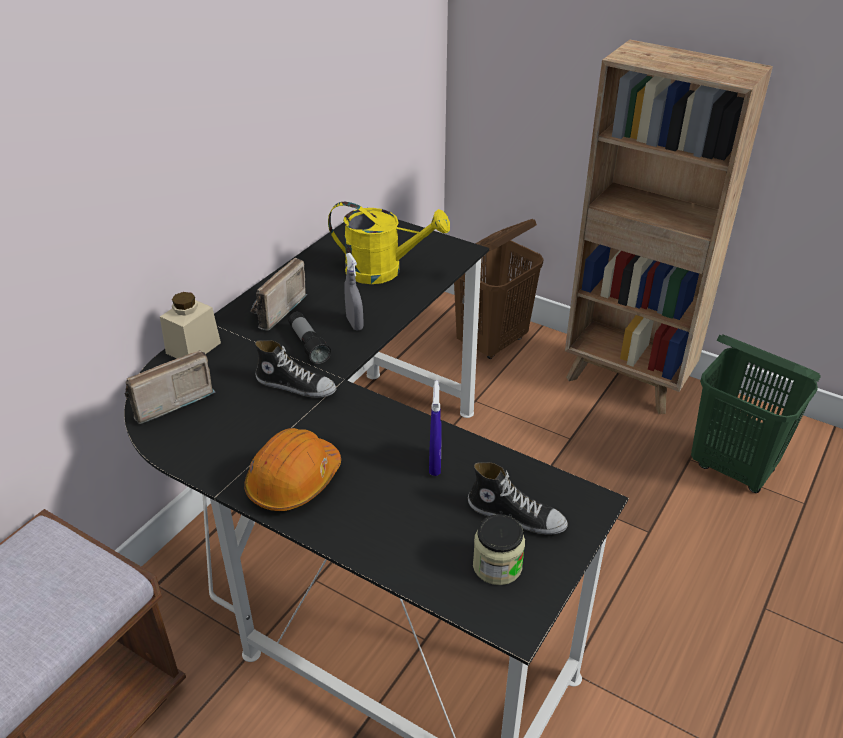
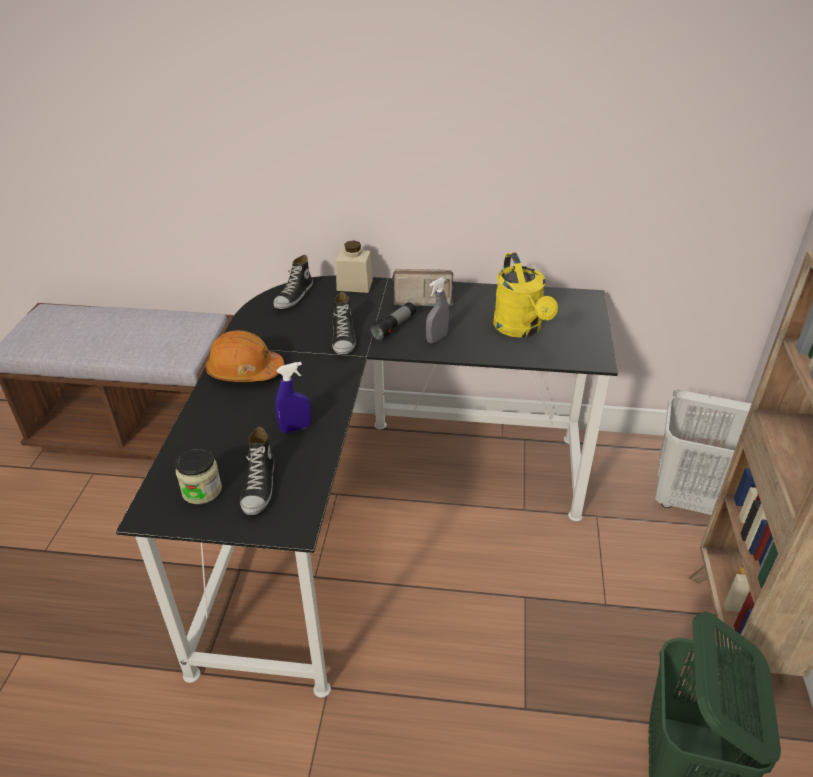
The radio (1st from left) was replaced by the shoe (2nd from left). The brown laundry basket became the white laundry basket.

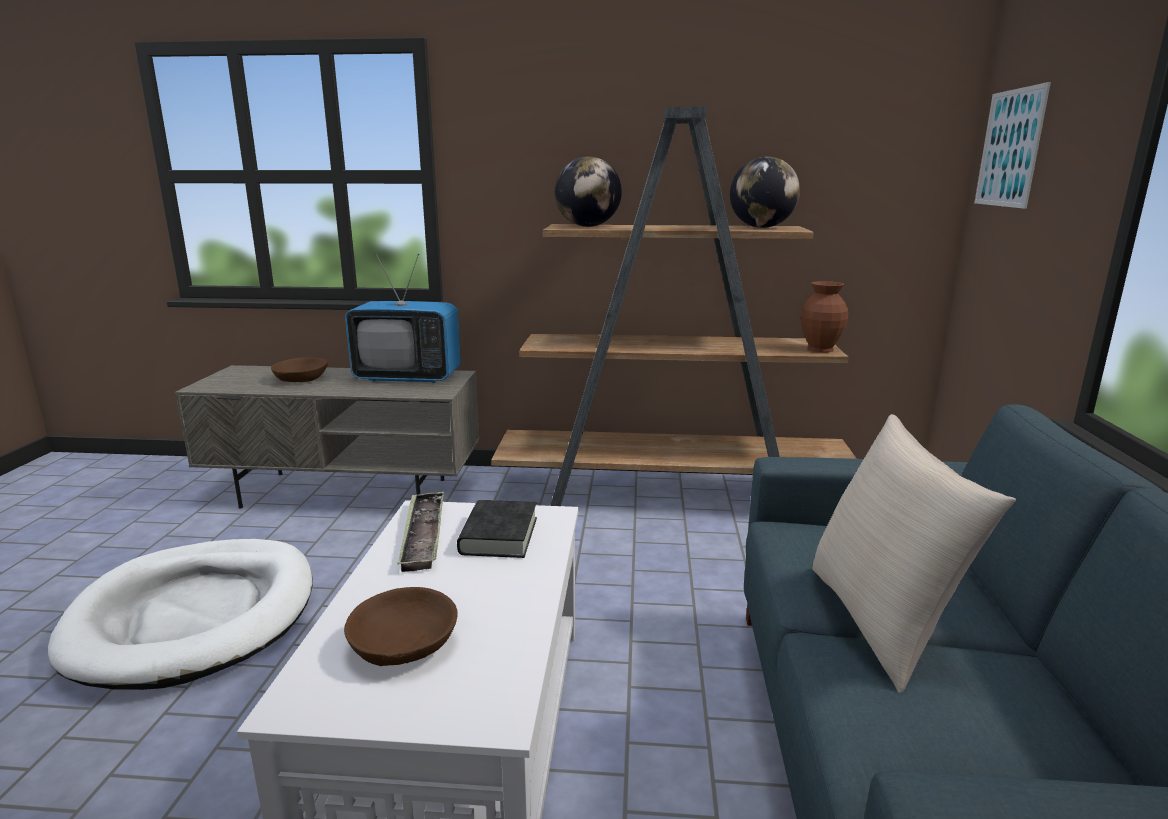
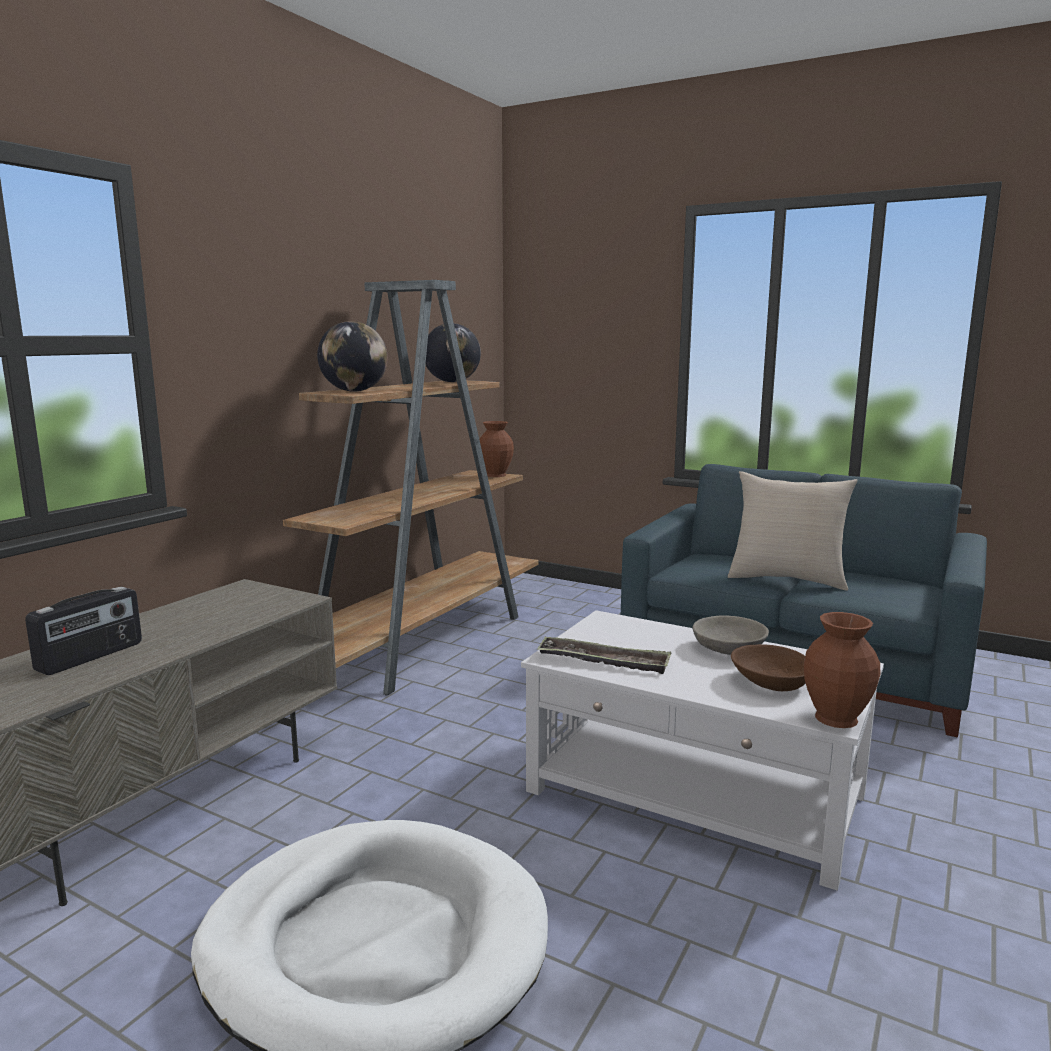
The television disappeared. The black book disappeared. The picture disappeared. The grey bowl appeared. The brown vase (2nd from left) appeared. The brown bowl (1st from left) was replaced by the radio.

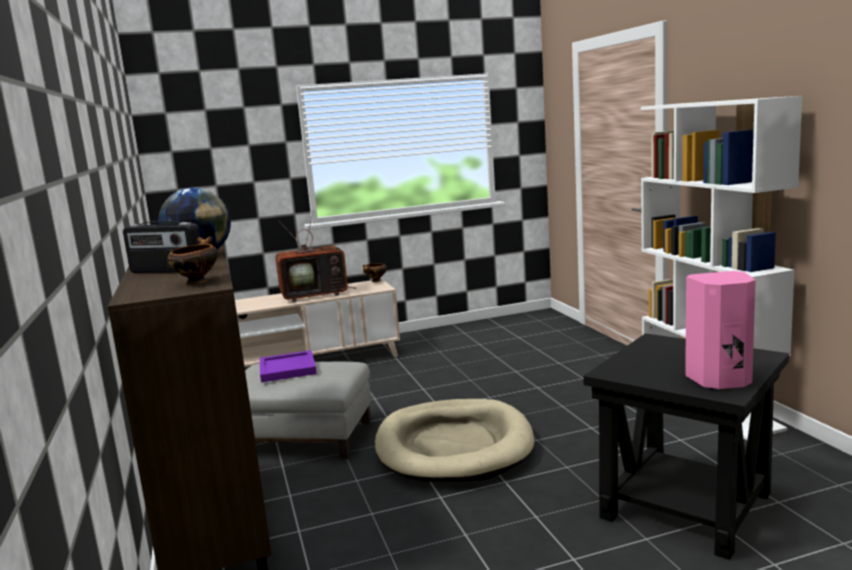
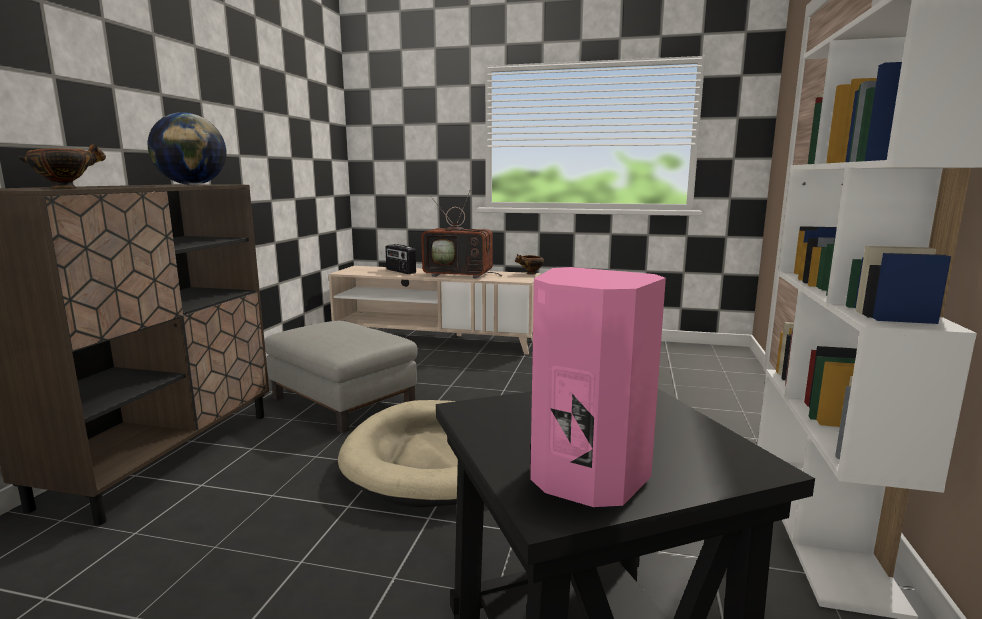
The purple tray disappeared. The radio moved.

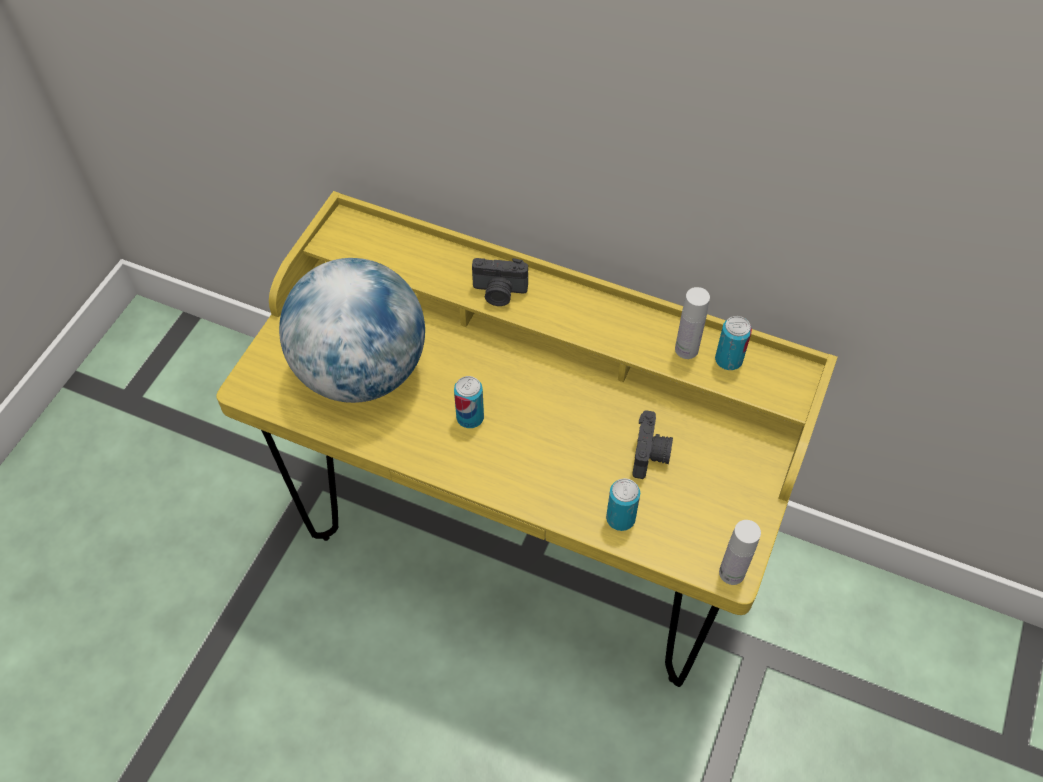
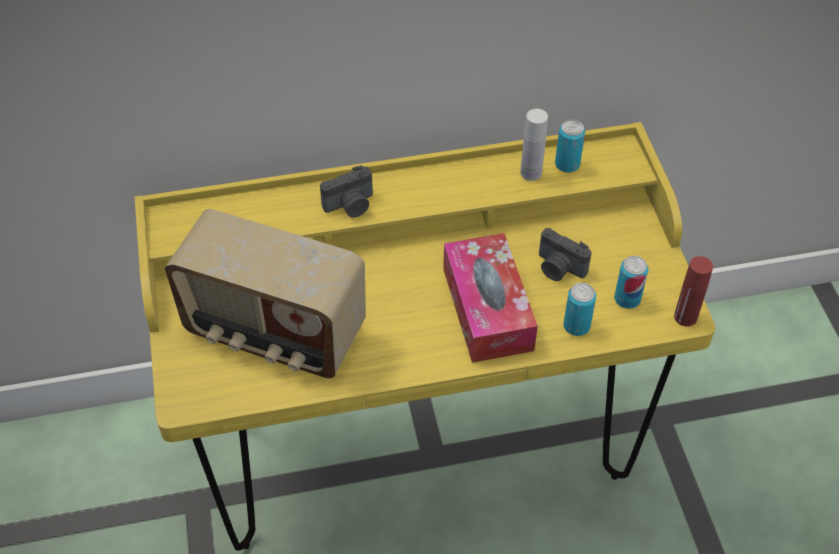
The tissue box appeared. The can (1st from left in the first image) moved. The globe was replaced by the radio. The white bottle (2nd from left) became the red bottle. The photo camera (2nd from left) turned 150 degrees clockwise.

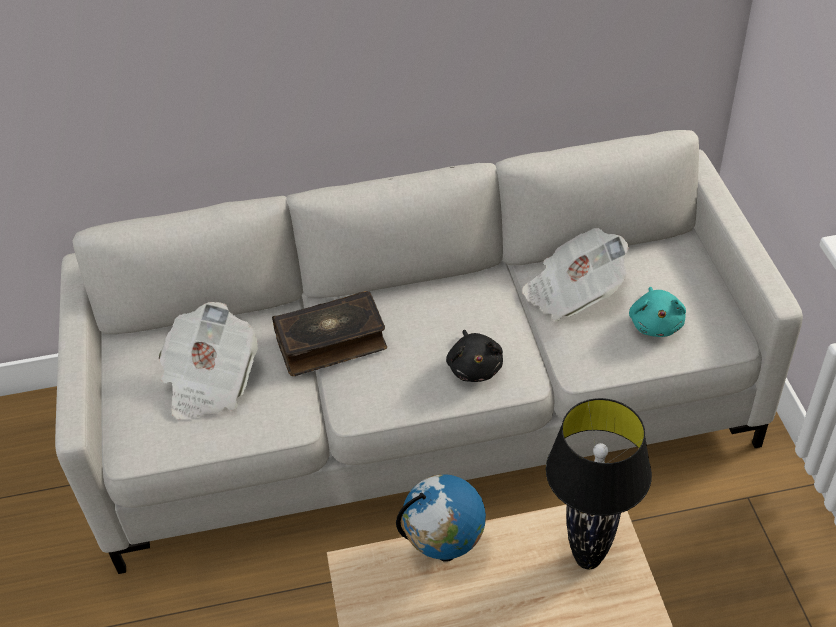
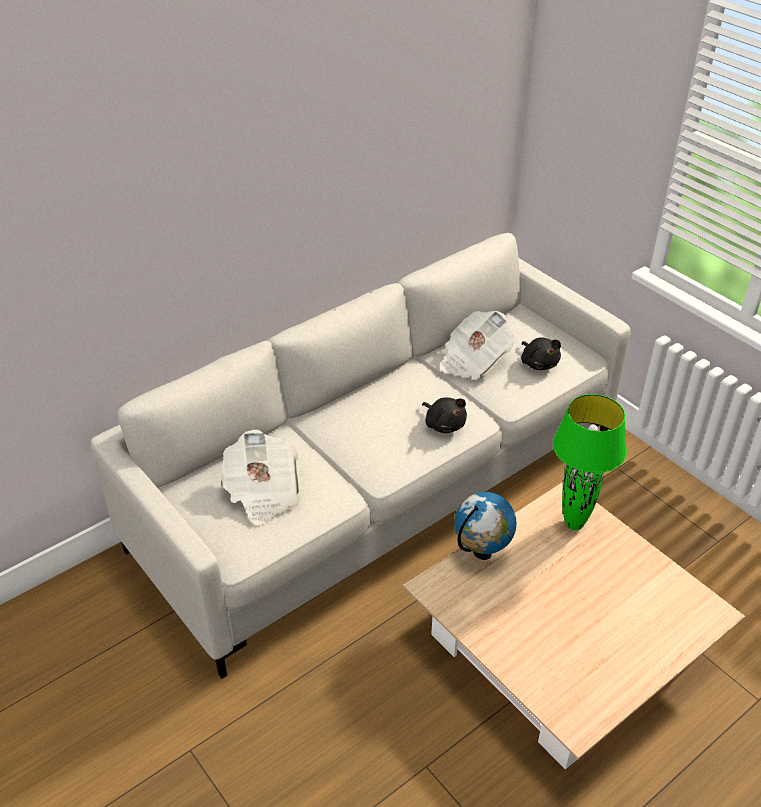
The book disappeared. The black table lamp became the green table lamp. The turquoise plush toy became the black plush toy (2nd from left).

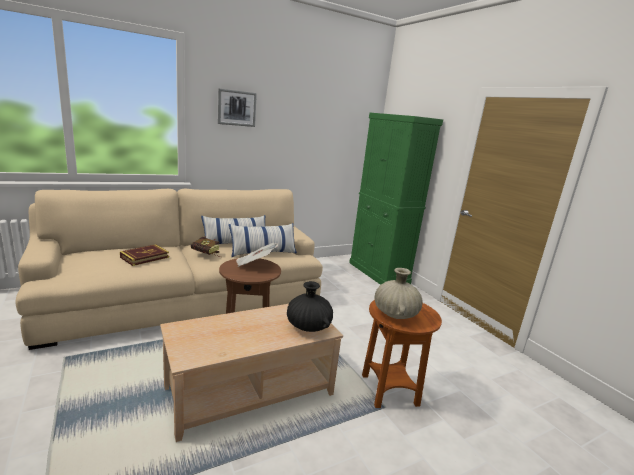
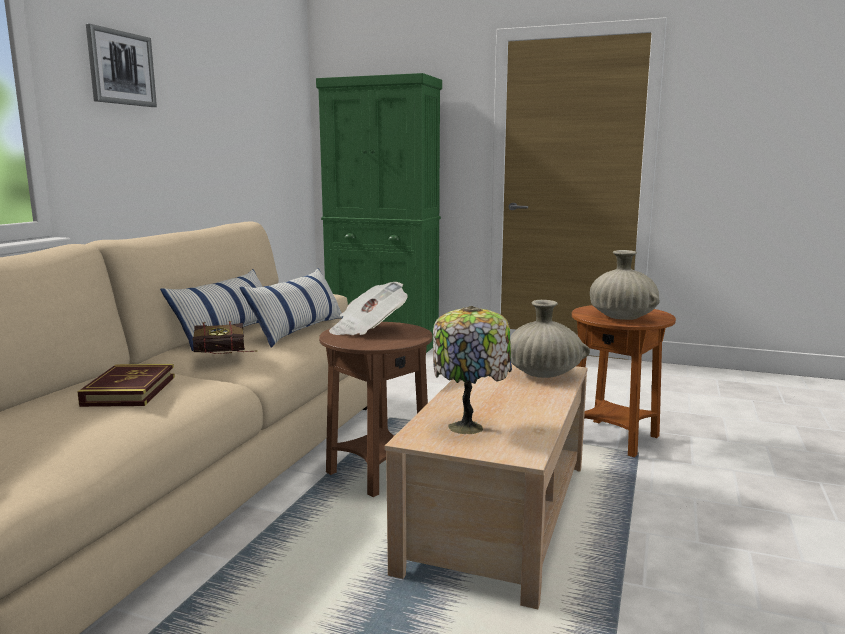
The table lamp appeared. The black vase became the beige vase (1st from left).

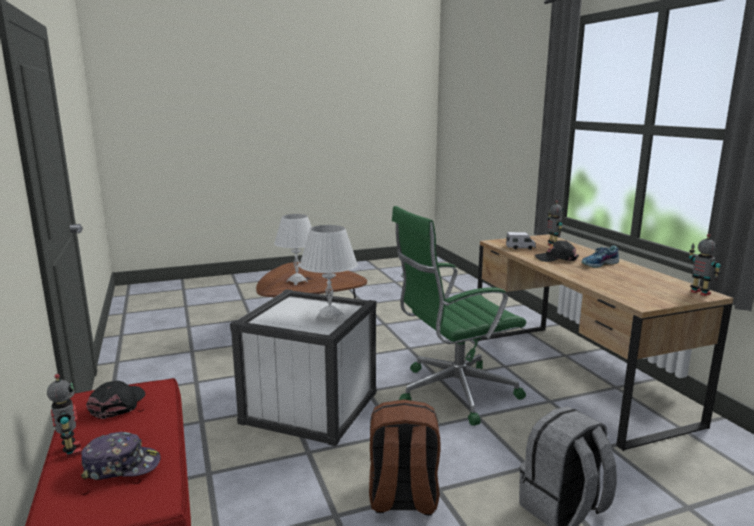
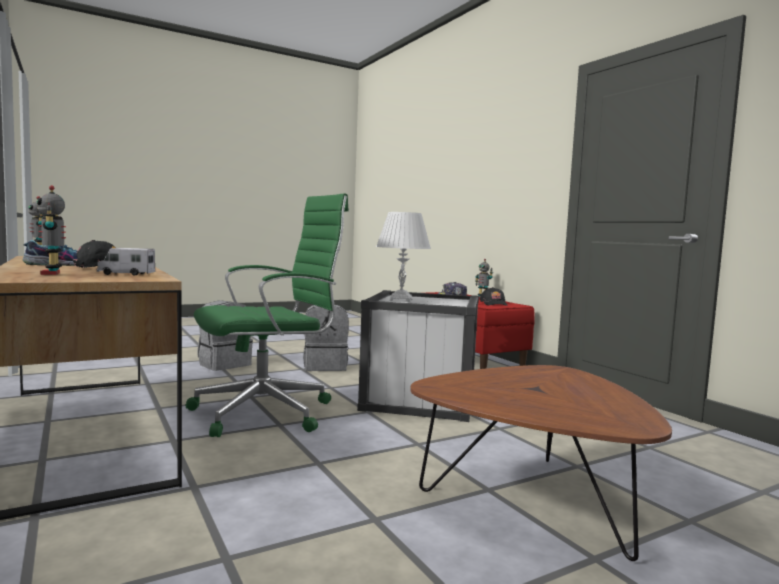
The white table lamp (1st from left) disappeared. The brown backpack became the grey backpack (2nd from left).

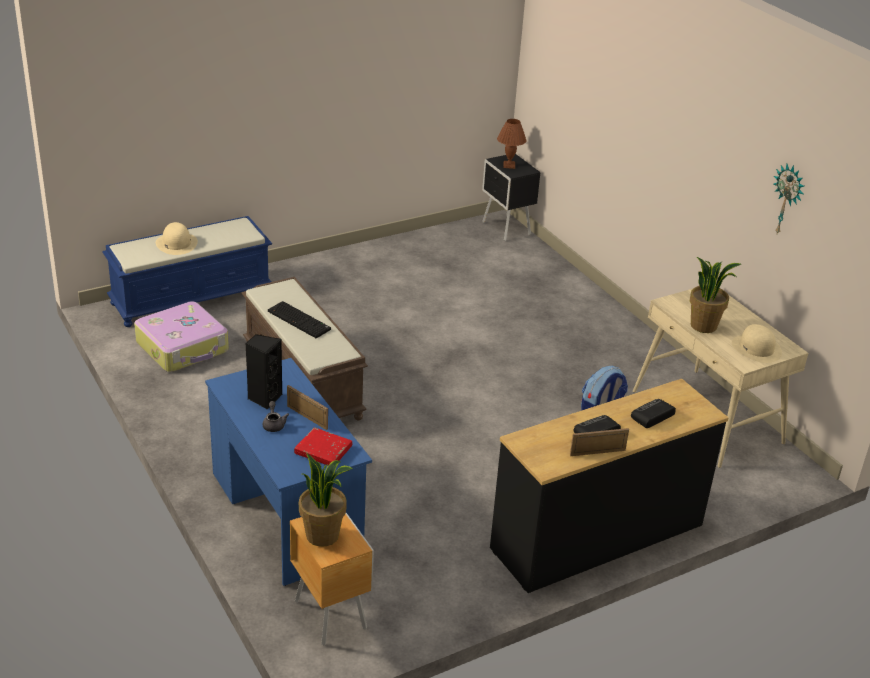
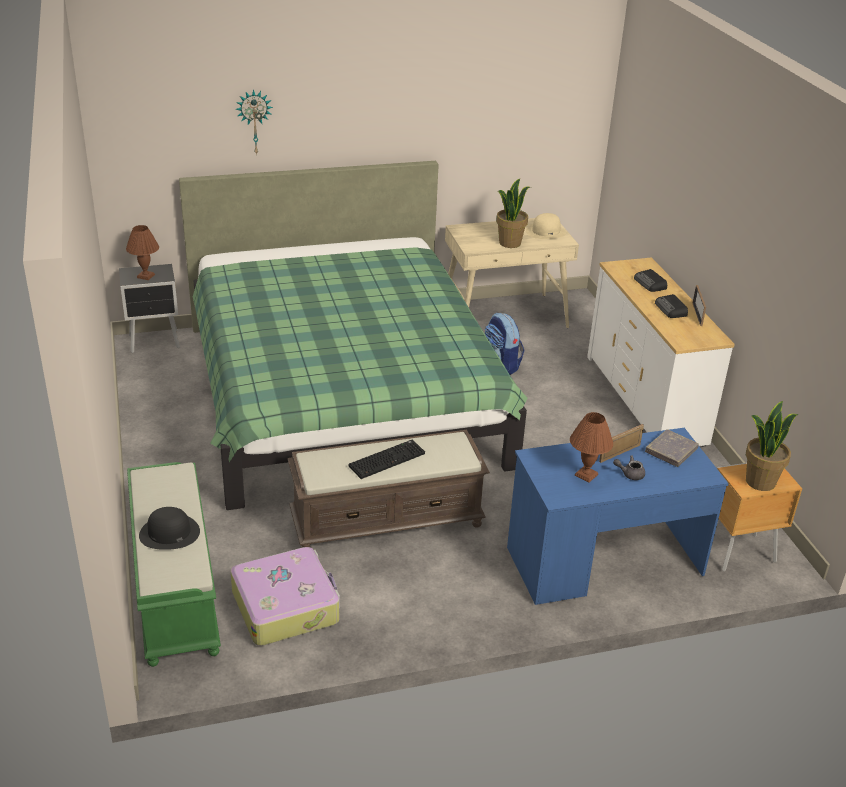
The green bed appeared. The wall clock moved. The black speaker was replaced by the brown table lamp (2nd from left). The blue bench became the green bench. The beige hat (1st from left) became the black hat. The red book became the grey book. The black dresser became the white dresser.

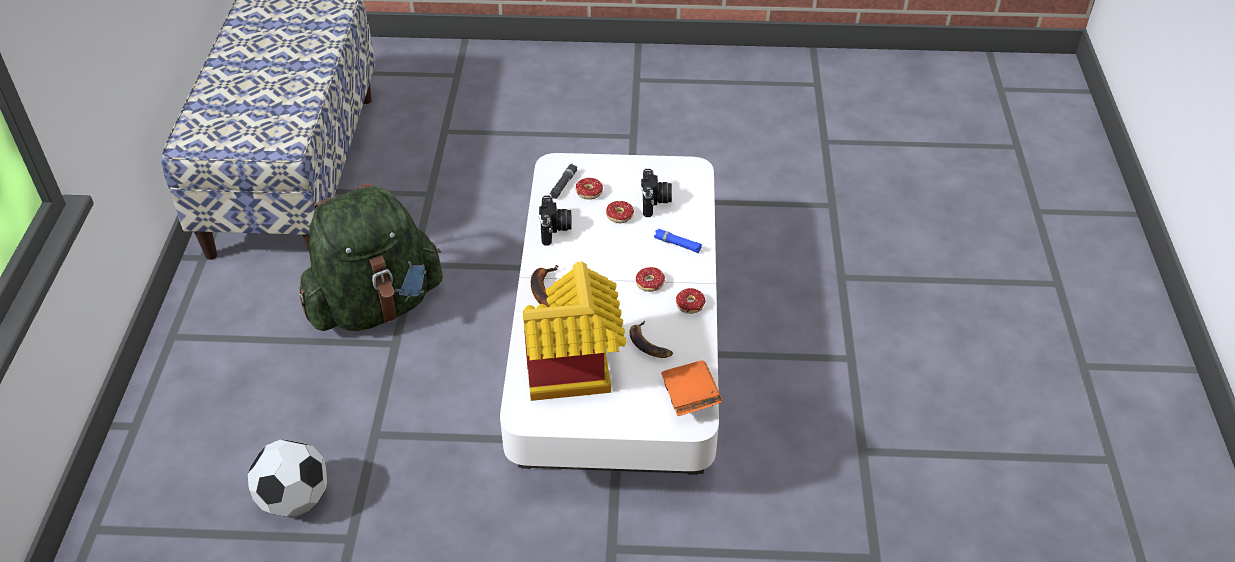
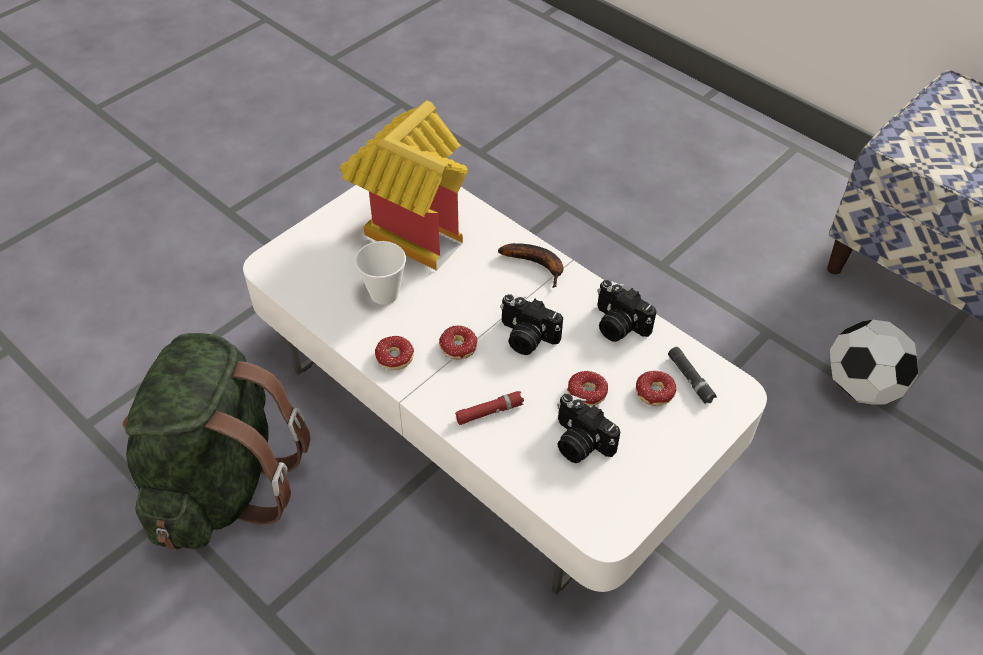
The orange book disappeared. The photo camera (1st from left) appeared. The football moved. The green backpack moved. The banana (2nd from left) was replaced by the cup. The blue flashlight became the red flashlight.

